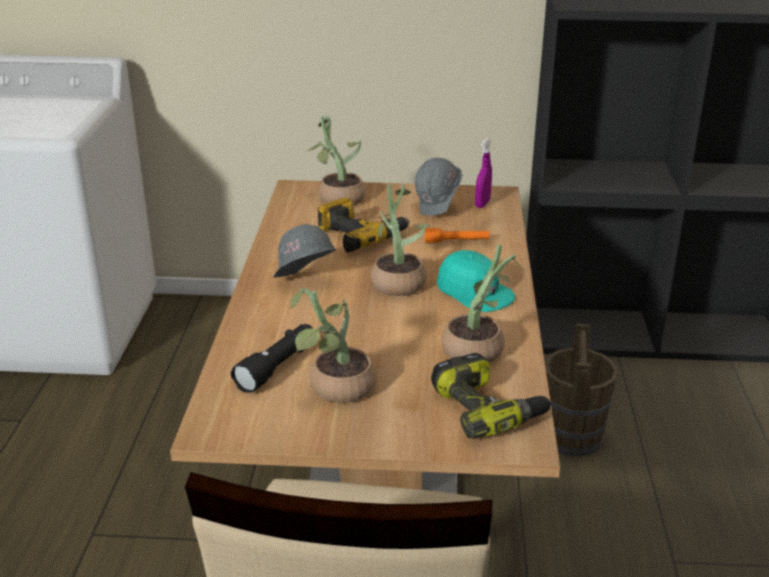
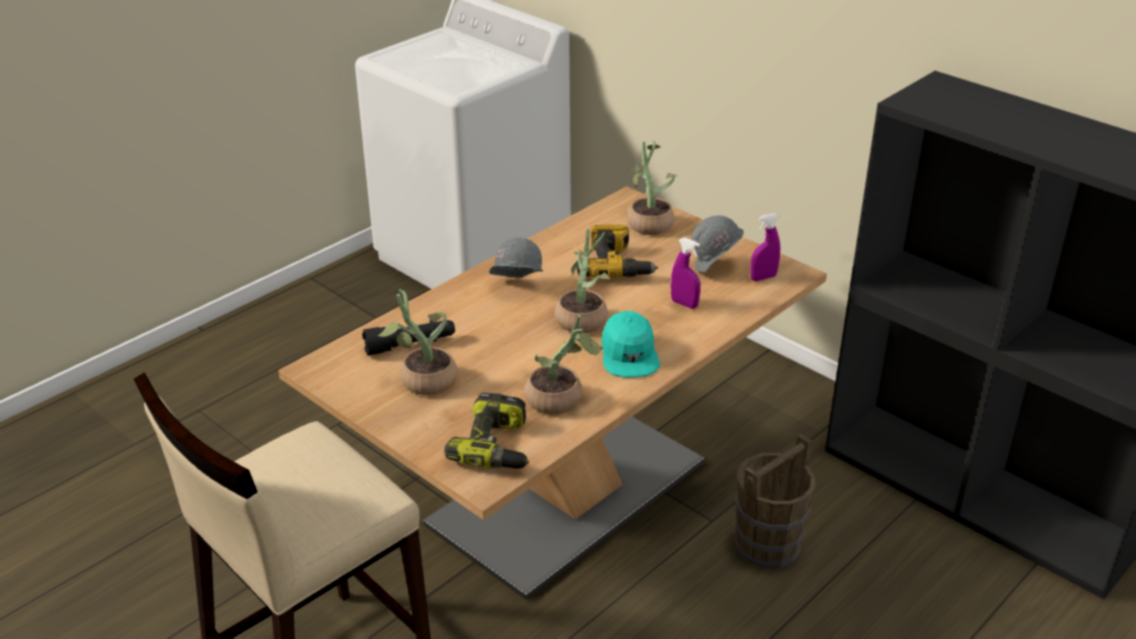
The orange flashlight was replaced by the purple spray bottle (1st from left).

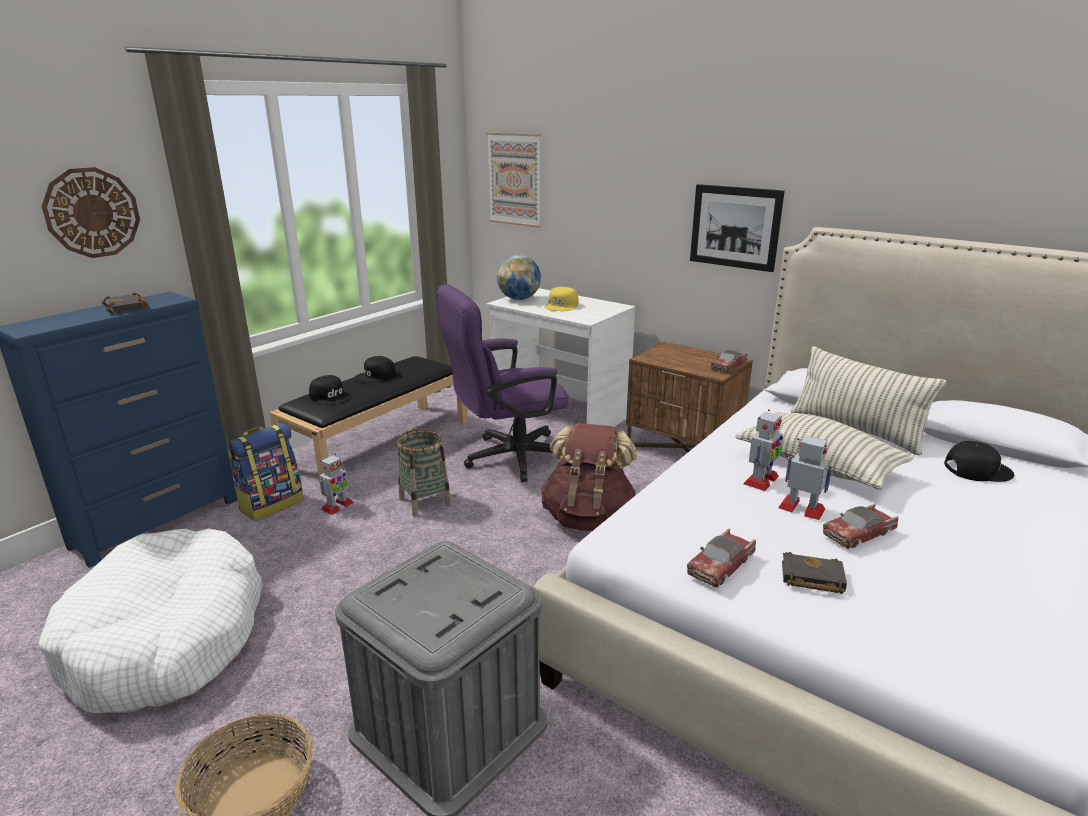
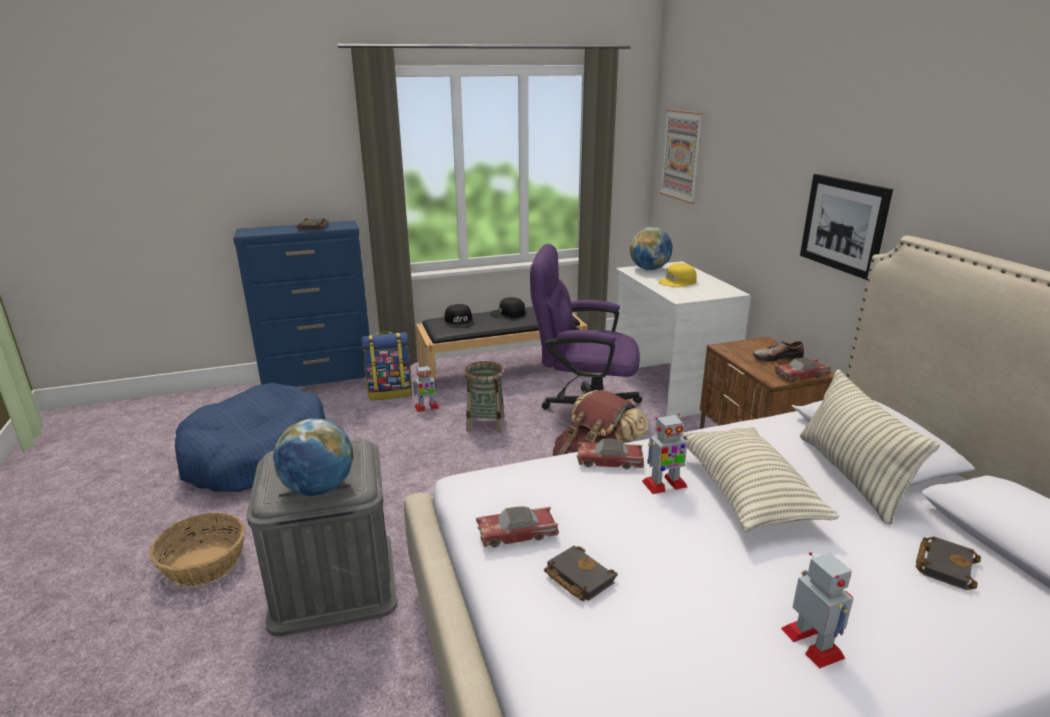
The wall clock disappeared. The globe (1st from left) appeared. The shoe appeared. The toy robot (3rd from left) moved. The toy car (3rd from left in the first image) moved. The black cap (3rd from left) was replaced by the black book (3rd from left). The white dog bed became the blue dog bed.

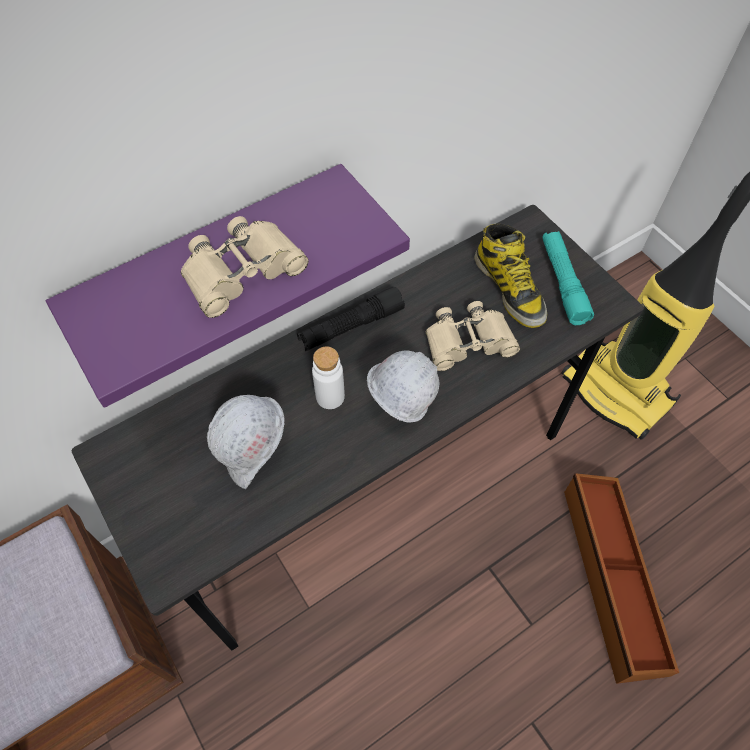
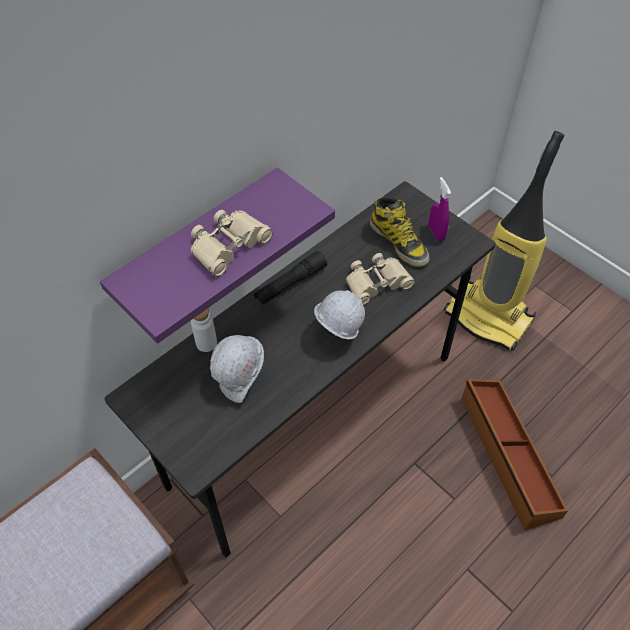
The white bottle moved. The turquoise flashlight was replaced by the purple spray bottle.

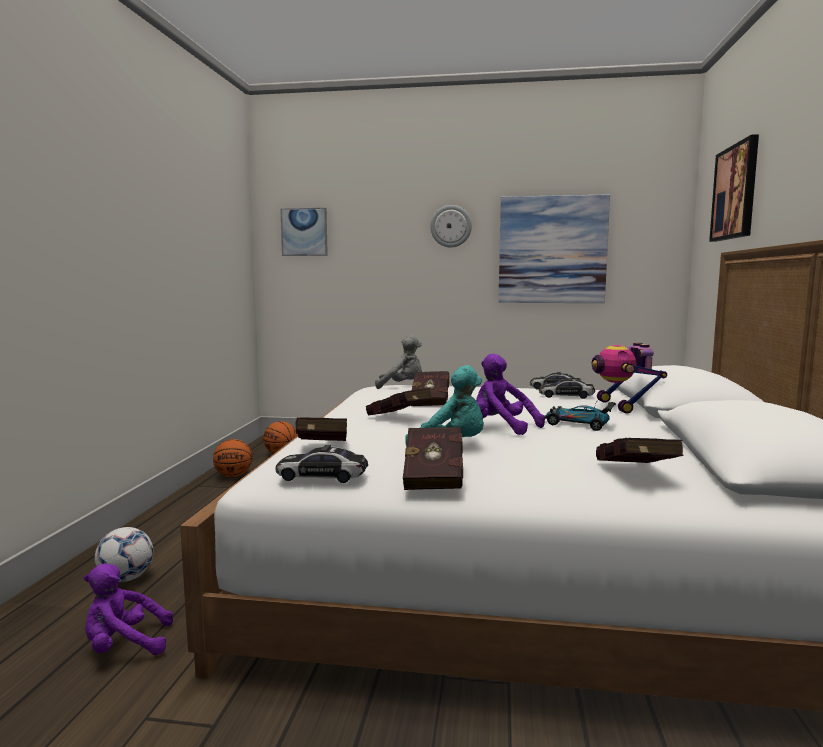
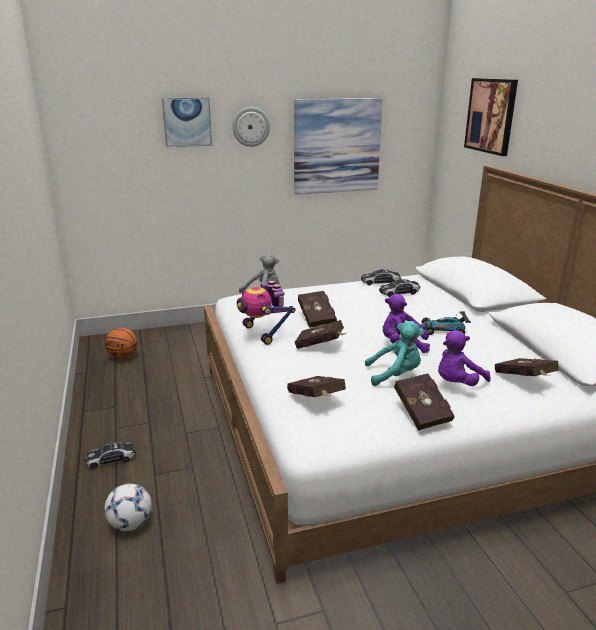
The basketball (1st from left) disappeared. The purple plush toy (1st from left in the first image) moved. The toy car (1st from left) moved. The picture (1st from left) moved. The toy robot moved.

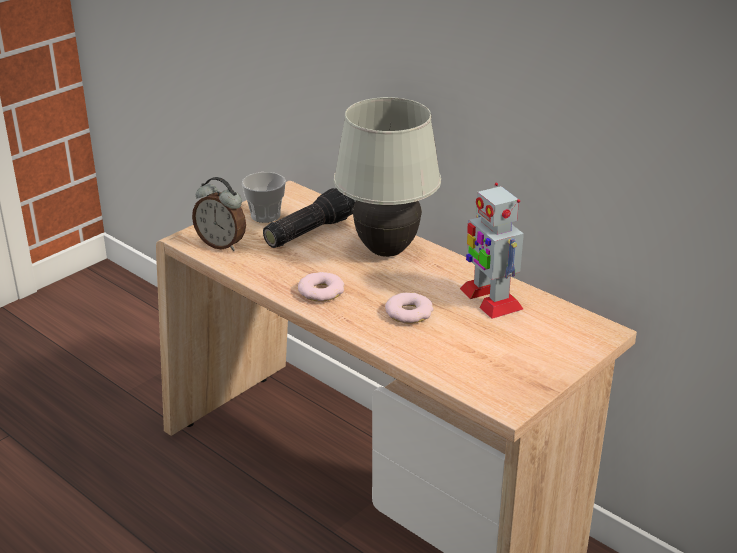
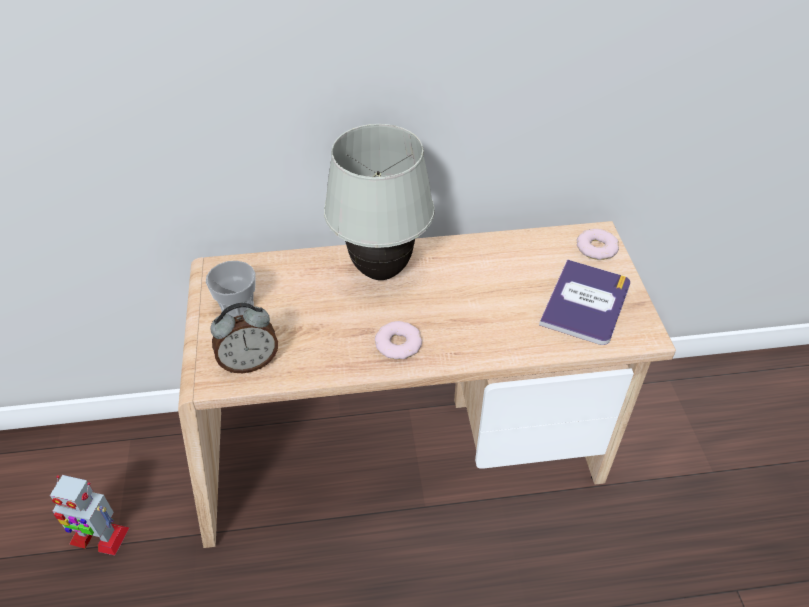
The flashlight disappeared. The book appeared. The donut (2nd from left) moved. The toy robot moved.

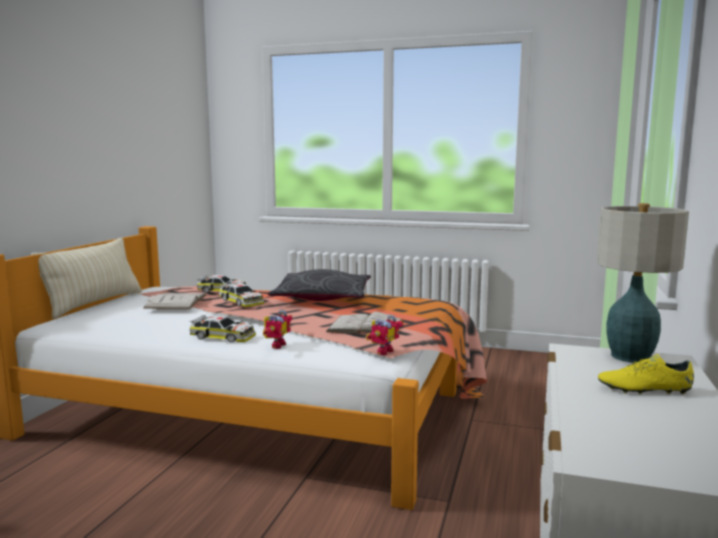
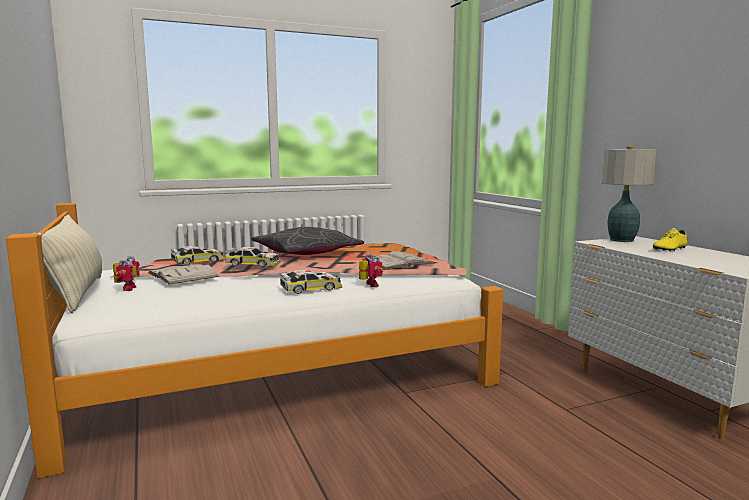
The toy robot (2nd from left in the first image) moved.

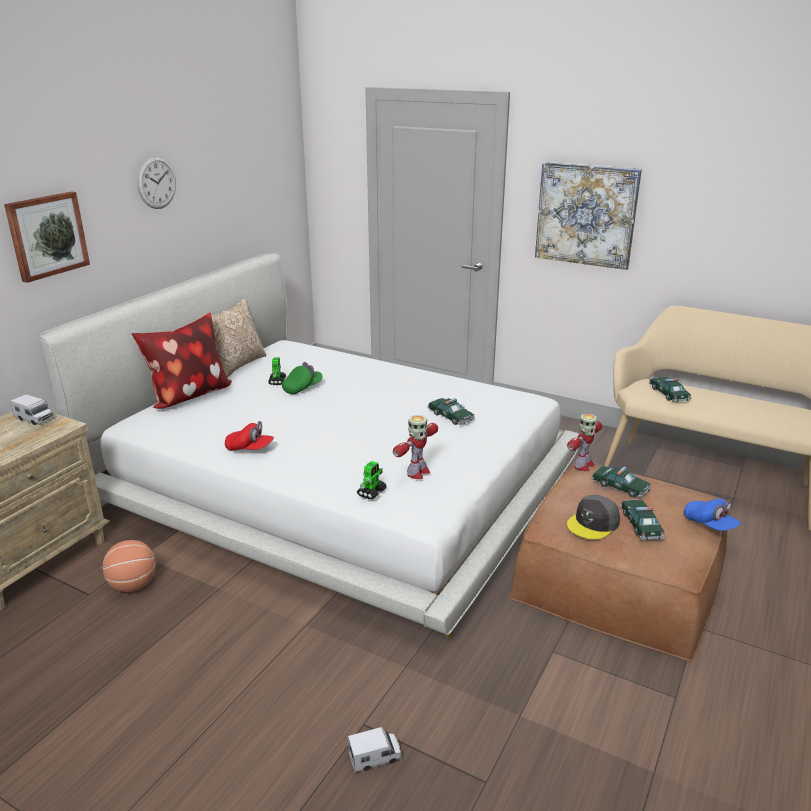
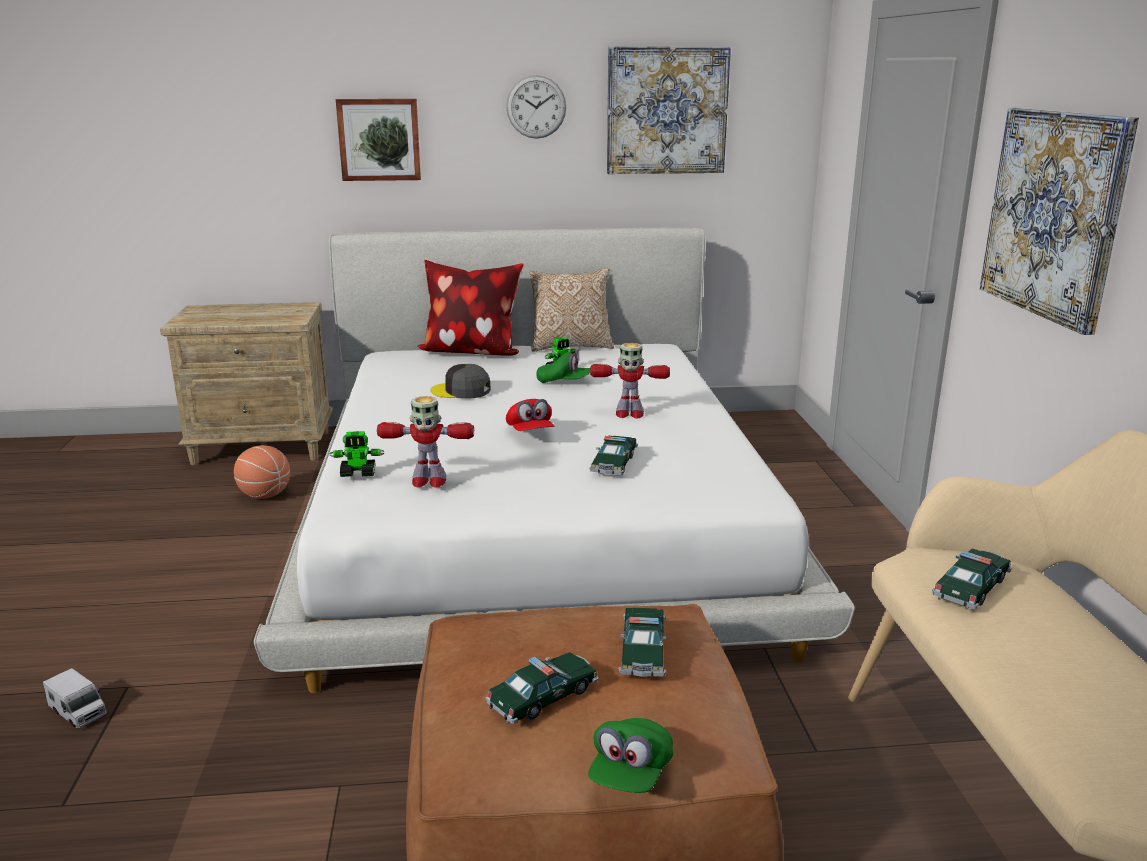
The toy truck (1st from left) disappeared. The picture (2nd from left) appeared. The red cap moved. The toy robot (4th from left) moved. The grey cap moved. The blue cap became the green cap (2nd from left).

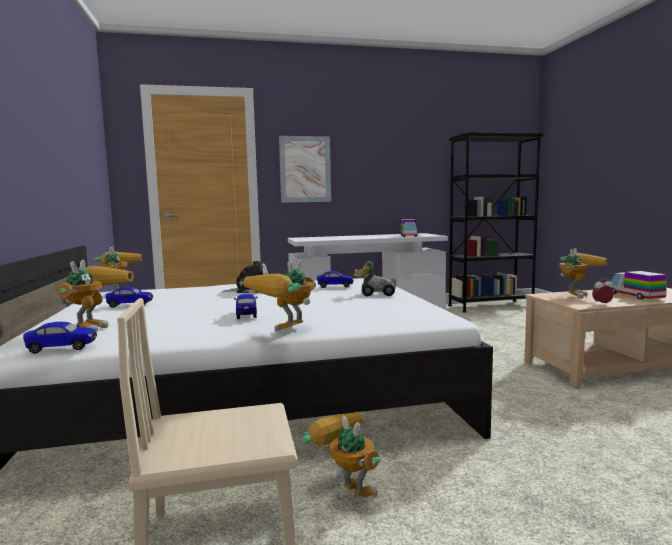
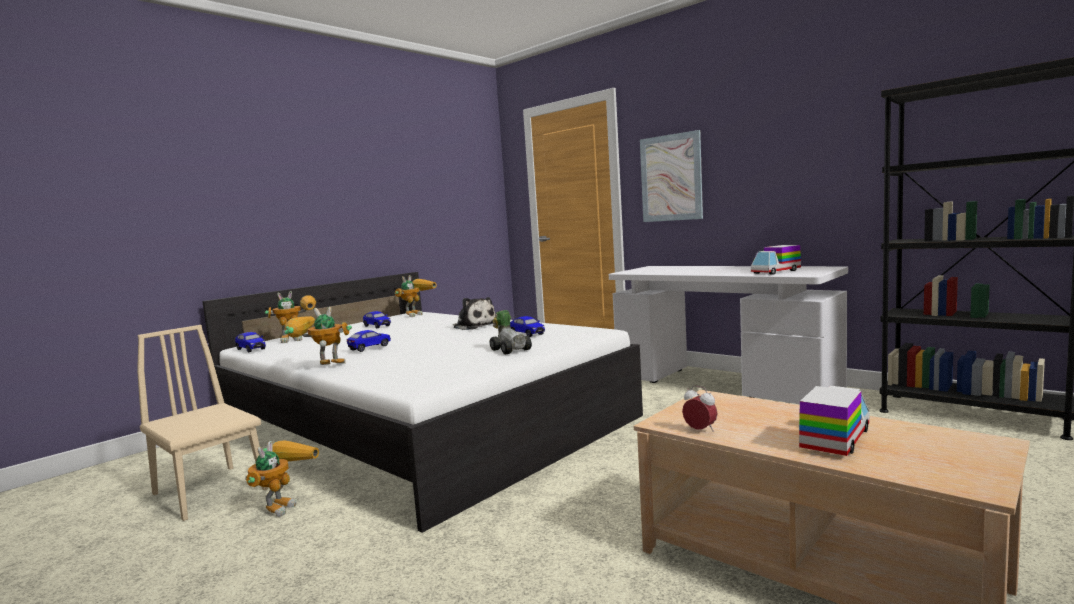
The toy robot (5th from left) disappeared.

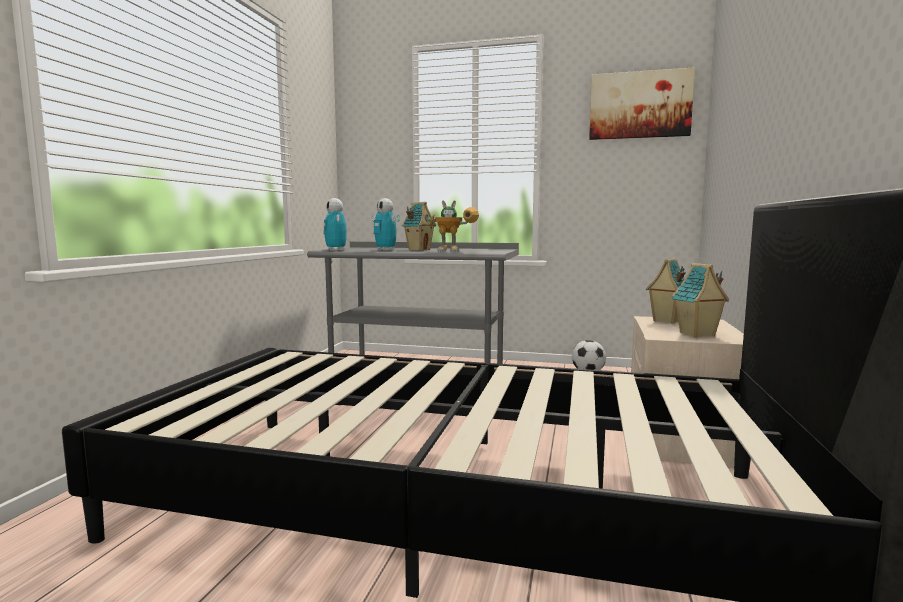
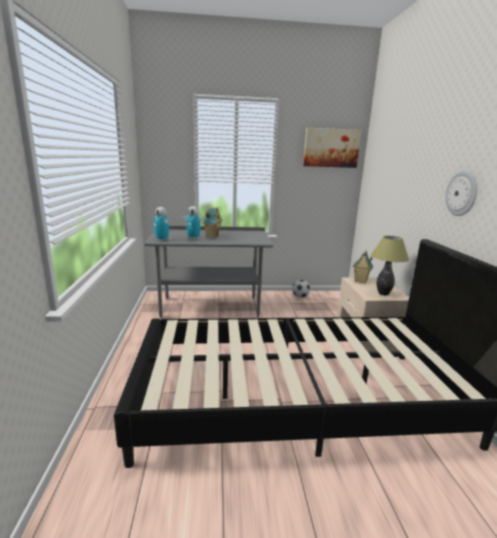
The toy robot (3rd from left) disappeared. The wall clock appeared. The toy house (3rd from left) was replaced by the table lamp.

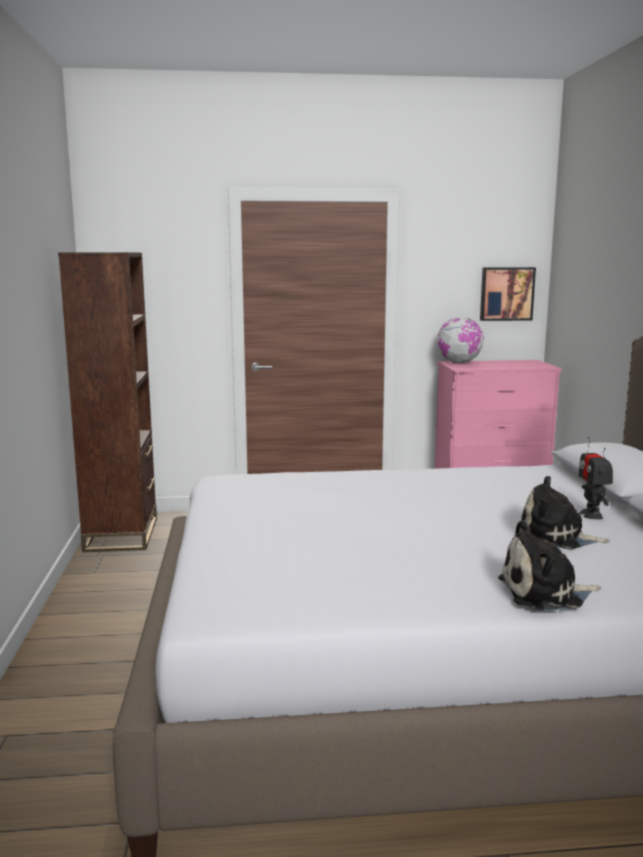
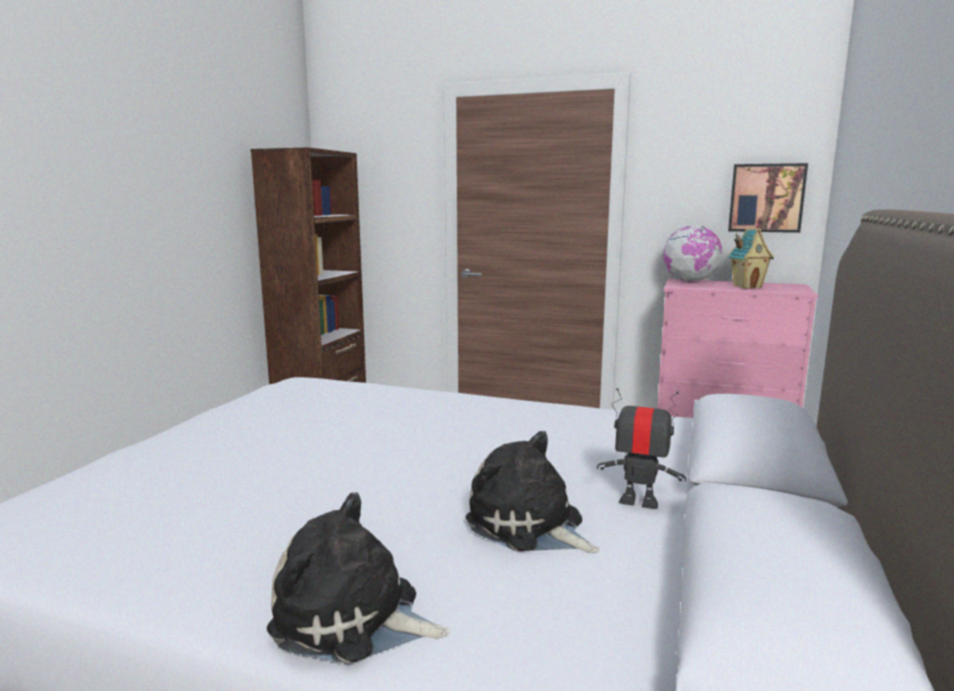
The toy house appeared. The toy robot turned 90 degrees clockwise.

